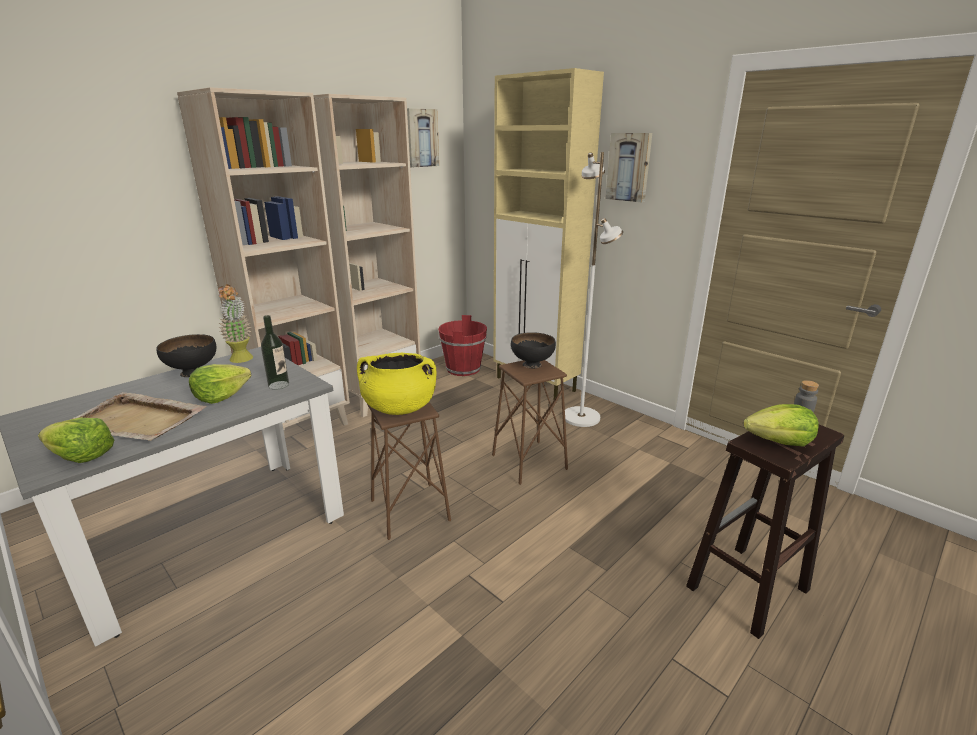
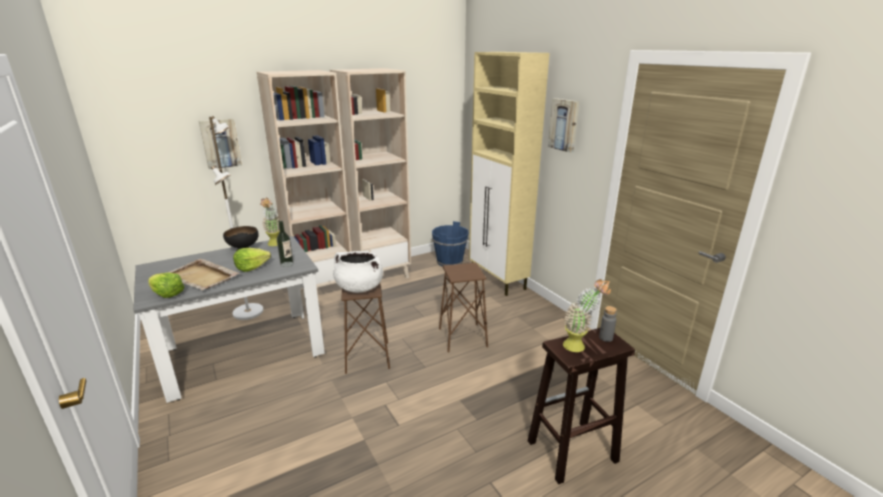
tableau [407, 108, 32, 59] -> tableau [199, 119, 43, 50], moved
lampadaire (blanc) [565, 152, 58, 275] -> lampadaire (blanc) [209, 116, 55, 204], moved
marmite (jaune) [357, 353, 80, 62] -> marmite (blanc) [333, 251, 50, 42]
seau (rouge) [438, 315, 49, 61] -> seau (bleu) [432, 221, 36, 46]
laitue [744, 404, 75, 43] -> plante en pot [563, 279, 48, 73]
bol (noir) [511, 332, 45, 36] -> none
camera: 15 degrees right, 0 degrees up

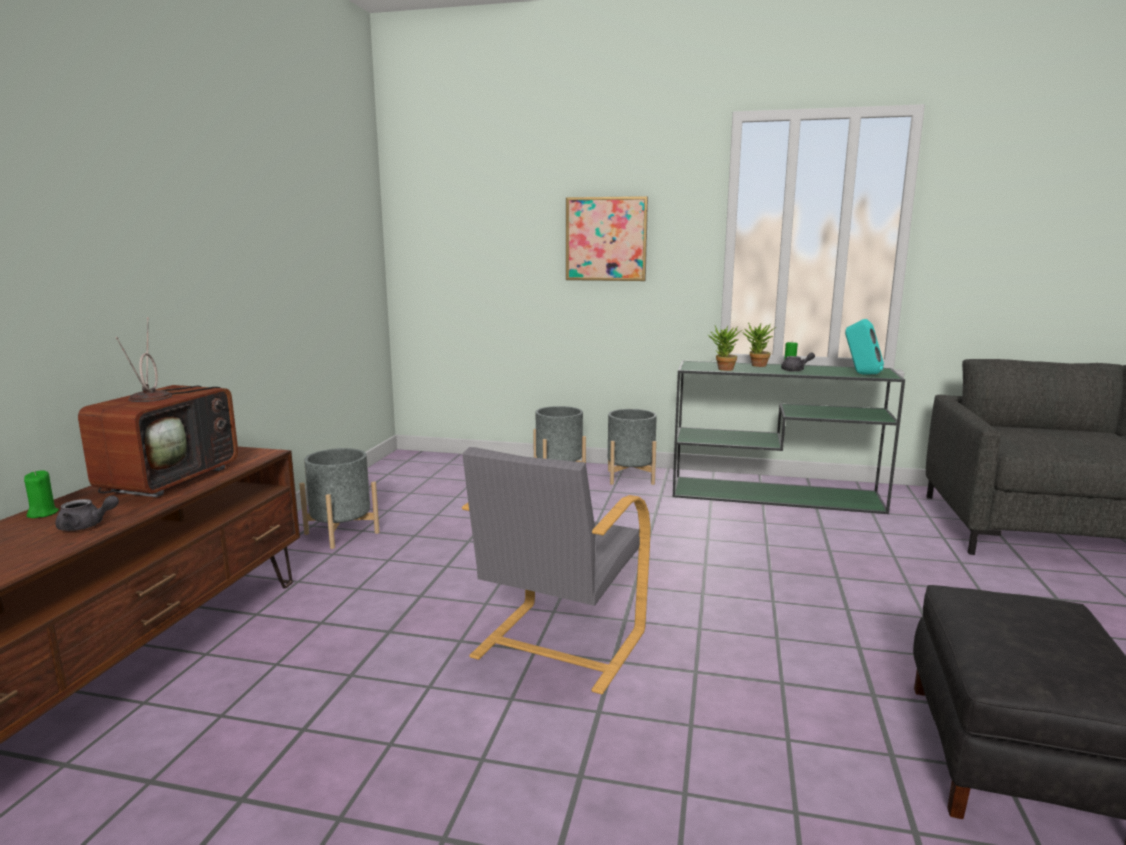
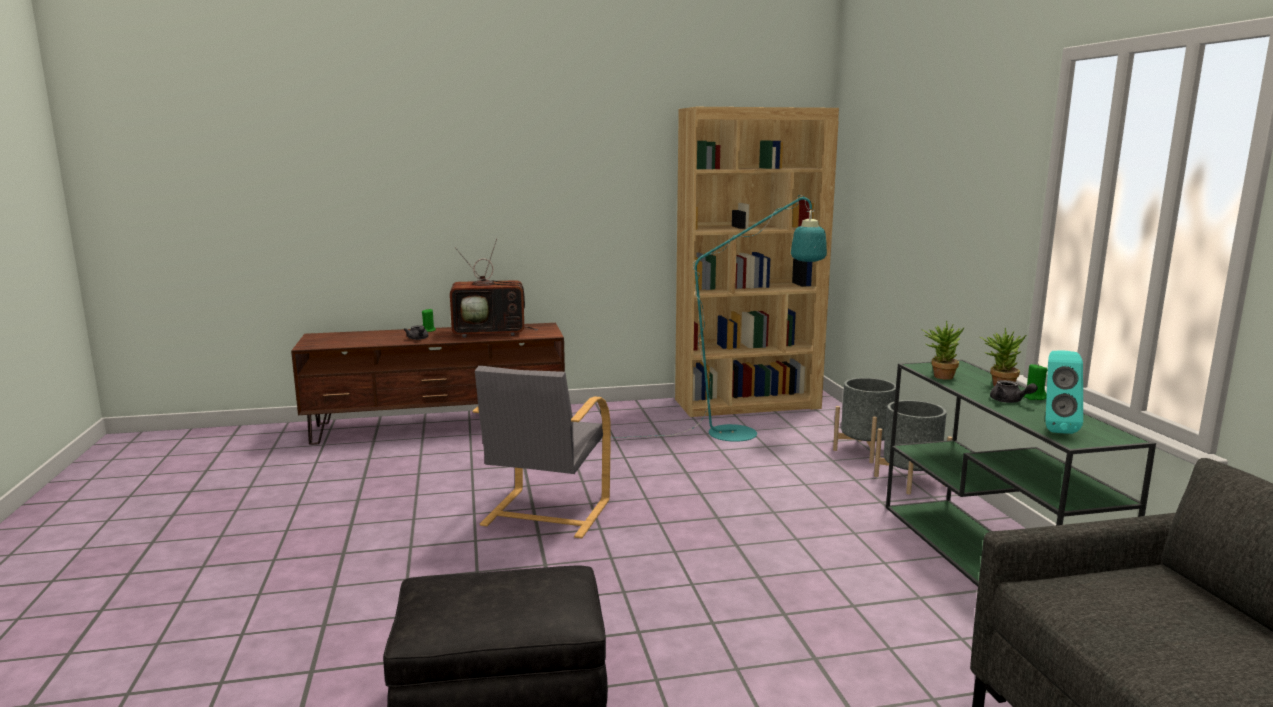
fauteuil (gris) [462, 447, 189, 247] -> fauteuil (gris) [473, 366, 138, 173], 75 degrees counterclockwise
none -> lampadaire (turquoise) [614, 195, 213, 247]
none -> bibliothèque (marron) [675, 107, 164, 310]
cache-pot (gris) [299, 448, 81, 101] -> none
tableau [566, 196, 82, 85] -> none
camera: 65 degrees right, 0 degrees up

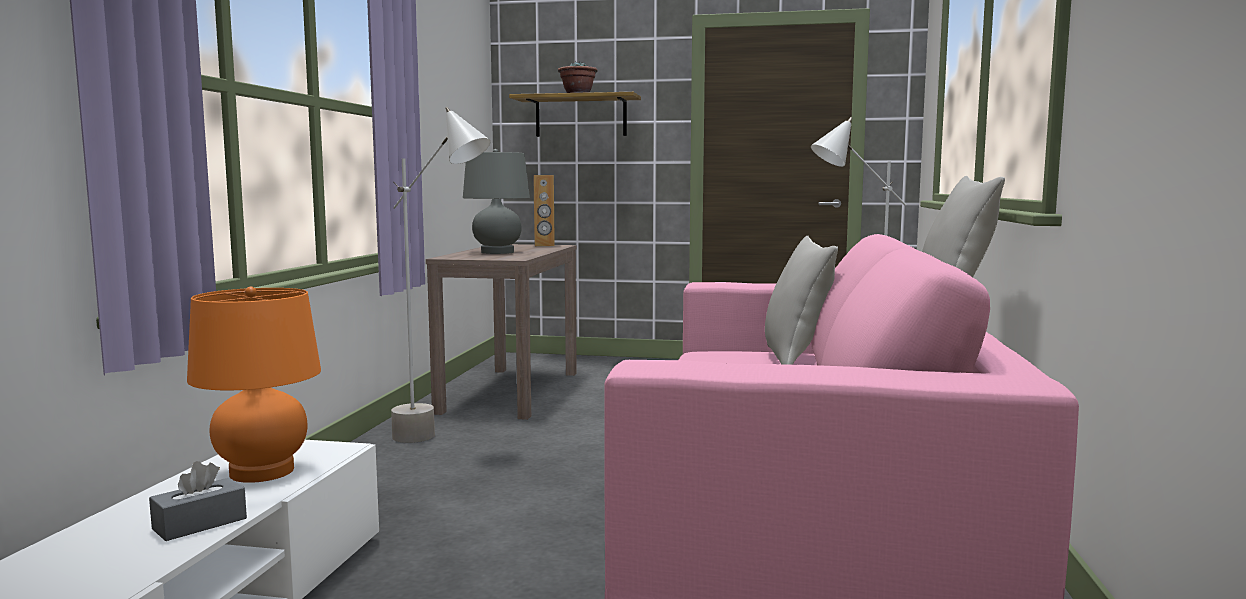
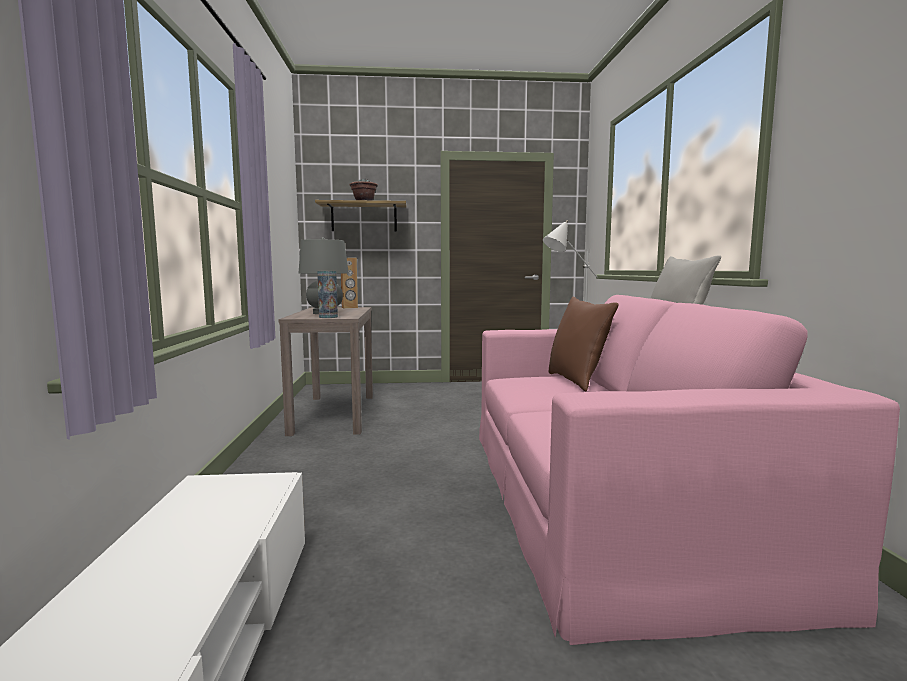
none -> vase [317, 271, 21, 47]
coussin (gris) [765, 236, 73, 129] -> coussin (marron) [548, 297, 71, 94]
boîte à mouchoirs (gris) [149, 461, 98, 80] -> none
lampe de table (orange) [187, 287, 134, 196] -> none
lampadaire (gris) [391, 107, 99, 336] -> none
camera: 15 degrees left, 0 degrees up

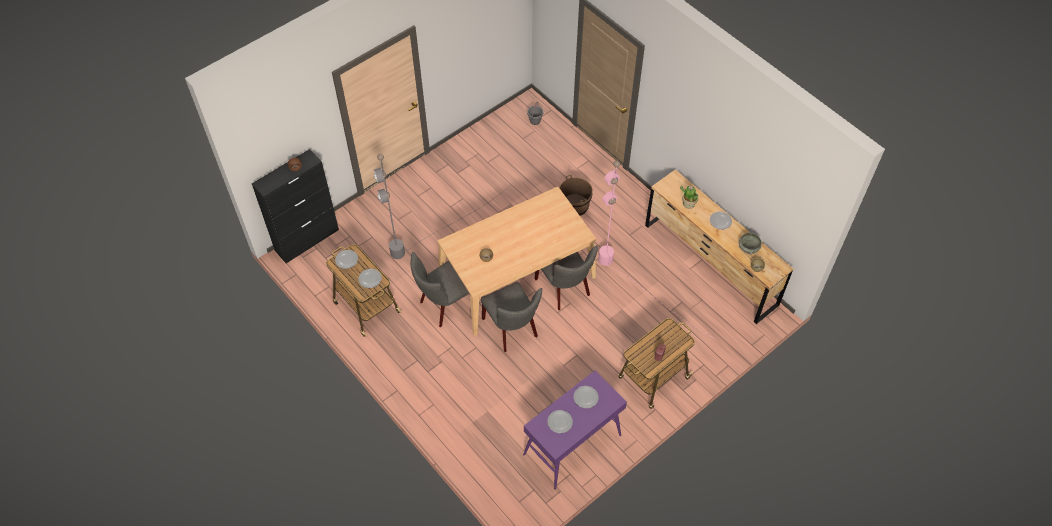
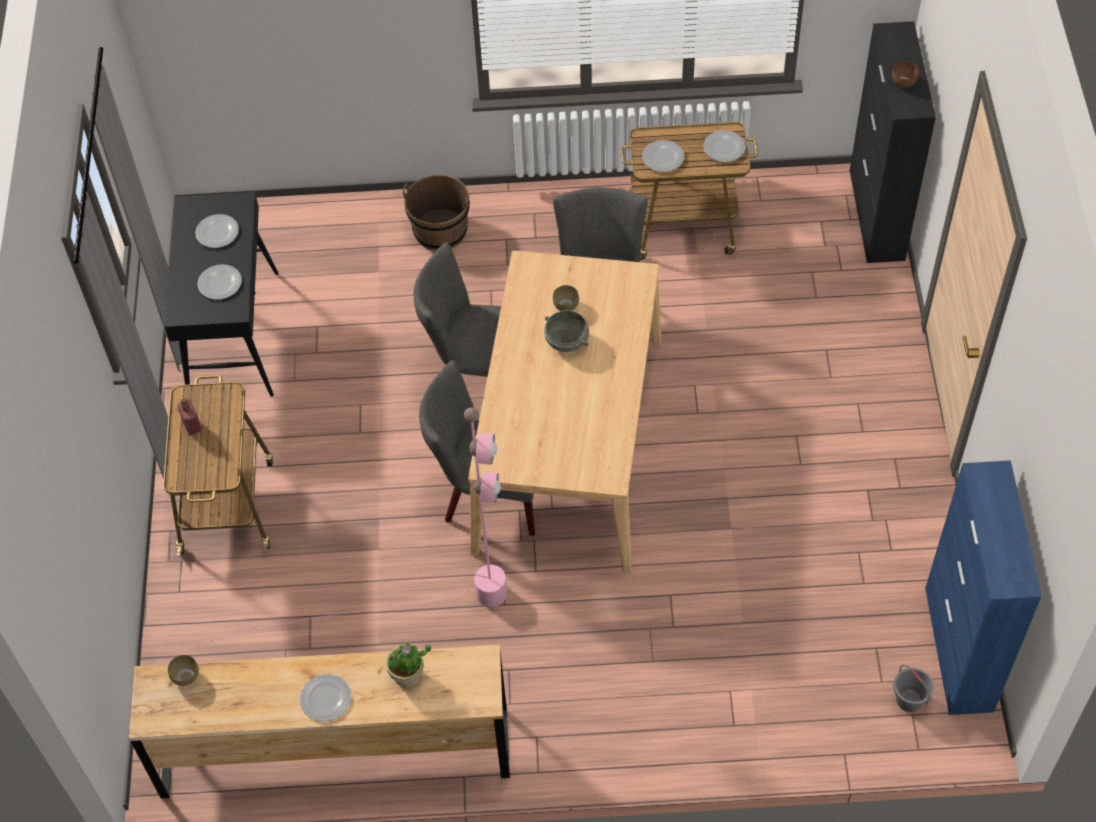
table console (violet) [523, 371, 104, 119] -> table console (noir) [164, 192, 114, 205]
seau (marron) [559, 175, 34, 41] -> seau (marron) [402, 174, 68, 77], moved
bol (gris) [739, 232, 23, 23] -> bol (gris) [544, 310, 45, 42], moved
none -> meuble de rangement (bleu) [925, 460, 117, 255]
lampadaire (gris) [374, 154, 136, 105] -> none
camera: 130 degrees right, 0 degrees up

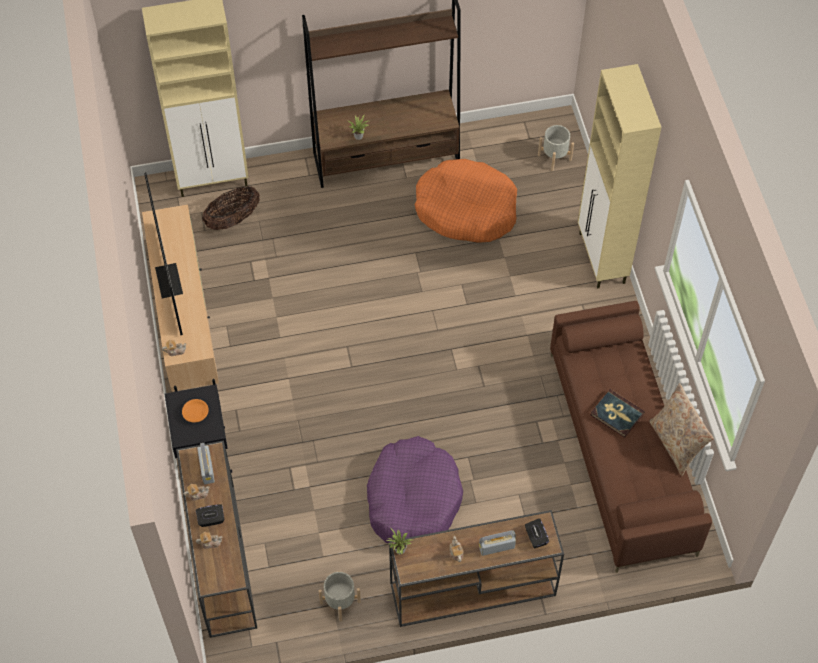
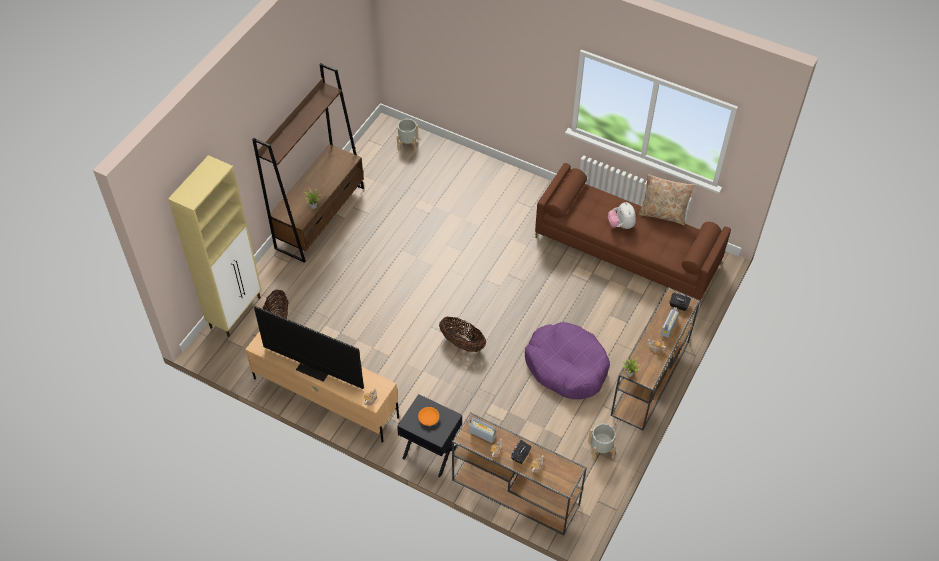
none -> panier [439, 317, 47, 35]
livre [591, 389, 54, 49] -> peluche [608, 202, 28, 27]
panier pour chien (orange) [415, 159, 102, 84] -> none
meuble de rangement (beige) [578, 64, 83, 225] -> none
camera: 50 degrees left, 5 degrees down

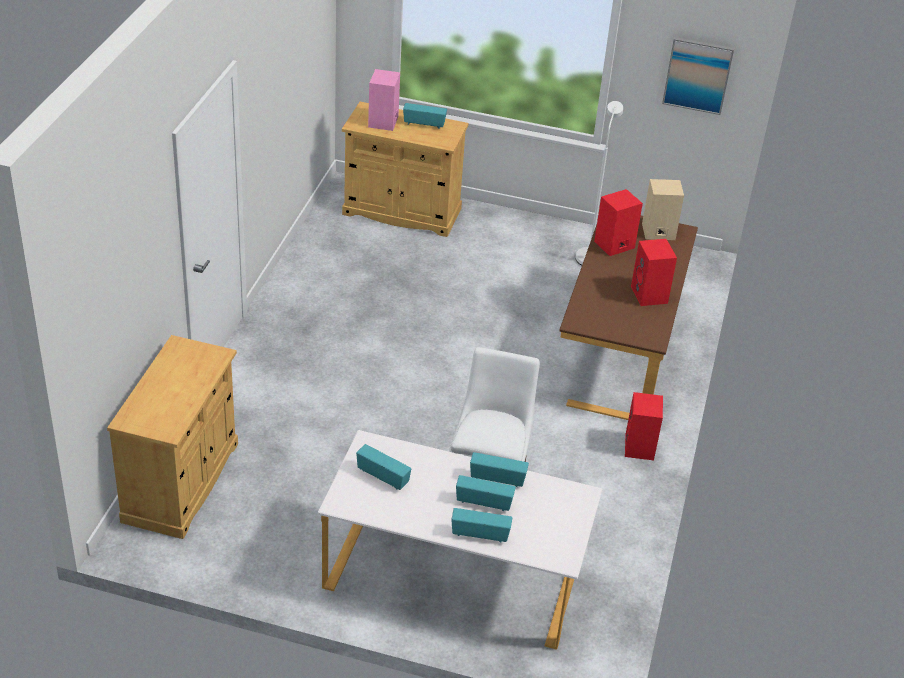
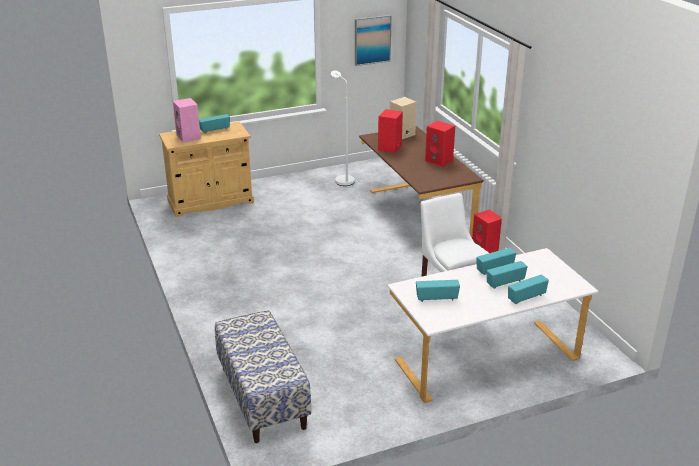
meuble de rangement (beige) [107, 335, 131, 204] -> banc [215, 310, 96, 133]
camera: 35 degrees left, 10 degrees down

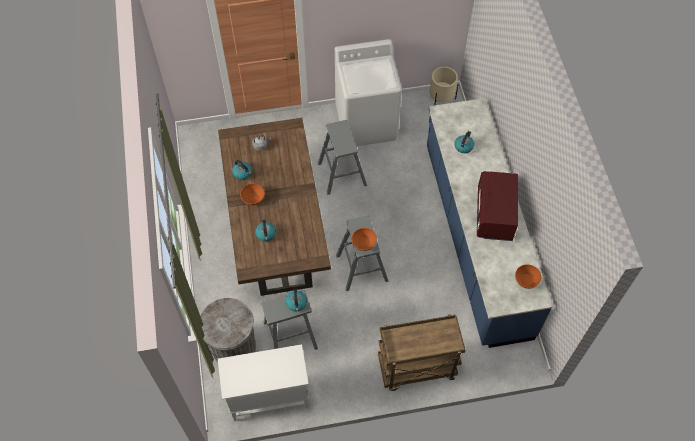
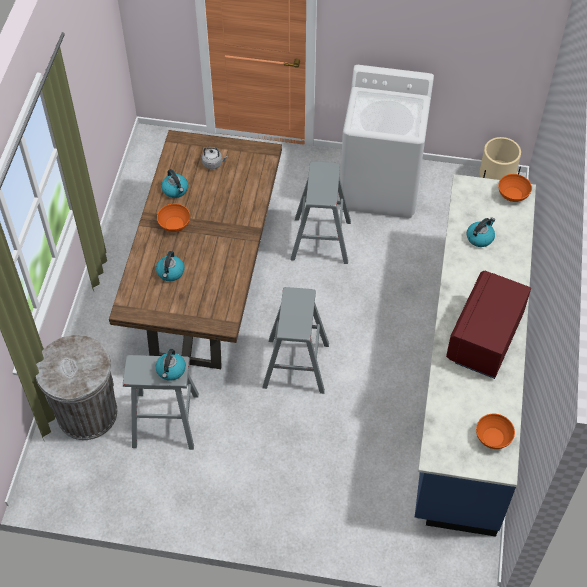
bol (orange) [352, 228, 25, 23] -> bol (orange) [498, 174, 34, 28], moved
meuble de rangement (blanc) [218, 344, 91, 77] -> none
chariot (marron) [378, 314, 88, 77] -> none
camera: 20 degrees right, 5 degrees down

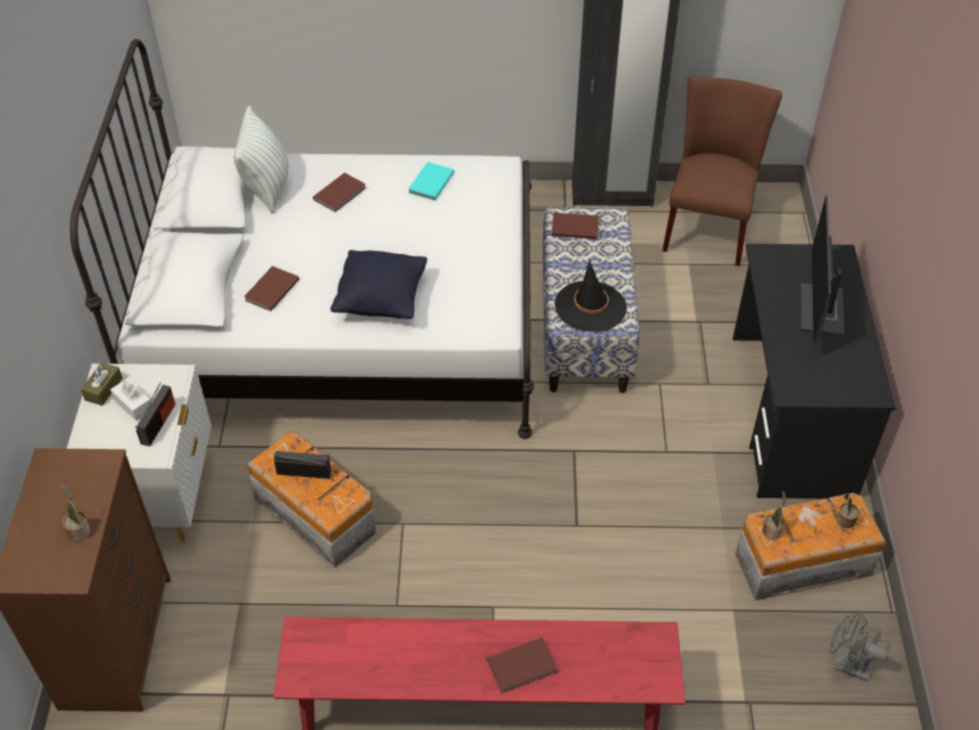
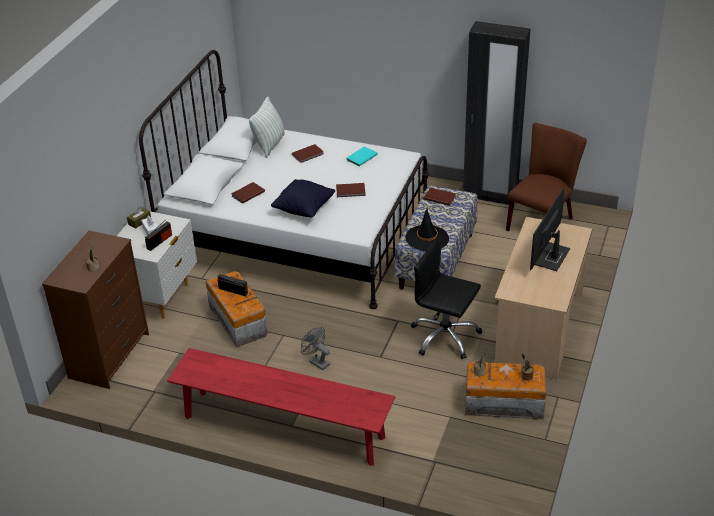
ventilateur (gris) [830, 611, 58, 70] -> ventilateur (gris) [301, 327, 29, 43], moved
livre (marron) [487, 637, 70, 56] -> livre (marron) [336, 183, 30, 14], moved
none -> chaise de bureau (noir) [411, 238, 71, 121]
bureau (noir) [733, 244, 163, 255] -> bureau (beige) [494, 217, 98, 163]
camera: 20 degrees right, 10 degrees down

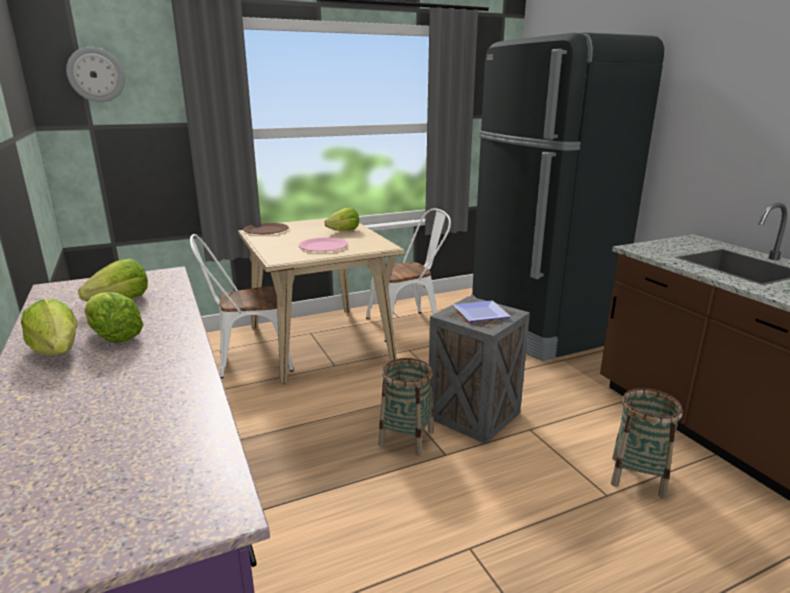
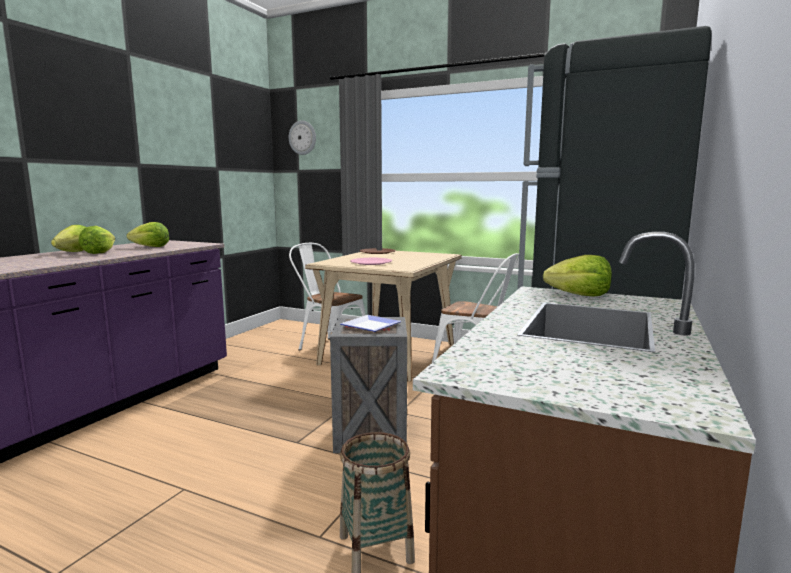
laitue [324, 207, 35, 24] -> laitue [543, 255, 69, 41], moved
panier [379, 358, 55, 97] -> none
camera: 50 degrees right, 10 degrees down

